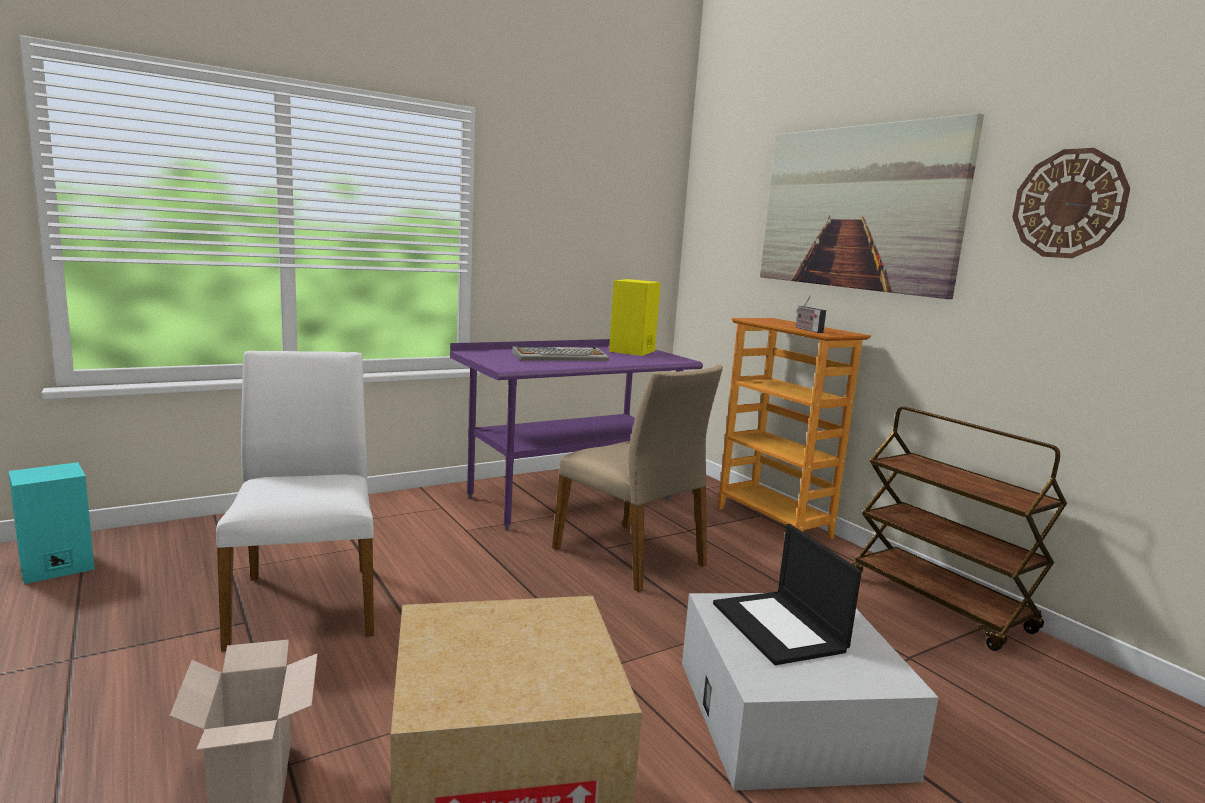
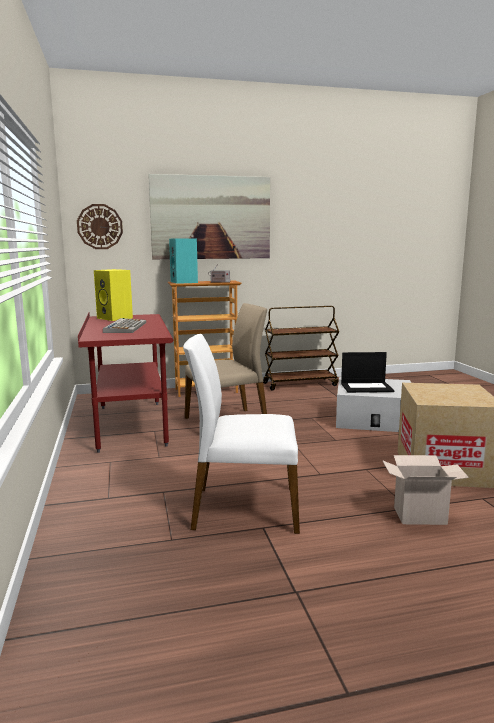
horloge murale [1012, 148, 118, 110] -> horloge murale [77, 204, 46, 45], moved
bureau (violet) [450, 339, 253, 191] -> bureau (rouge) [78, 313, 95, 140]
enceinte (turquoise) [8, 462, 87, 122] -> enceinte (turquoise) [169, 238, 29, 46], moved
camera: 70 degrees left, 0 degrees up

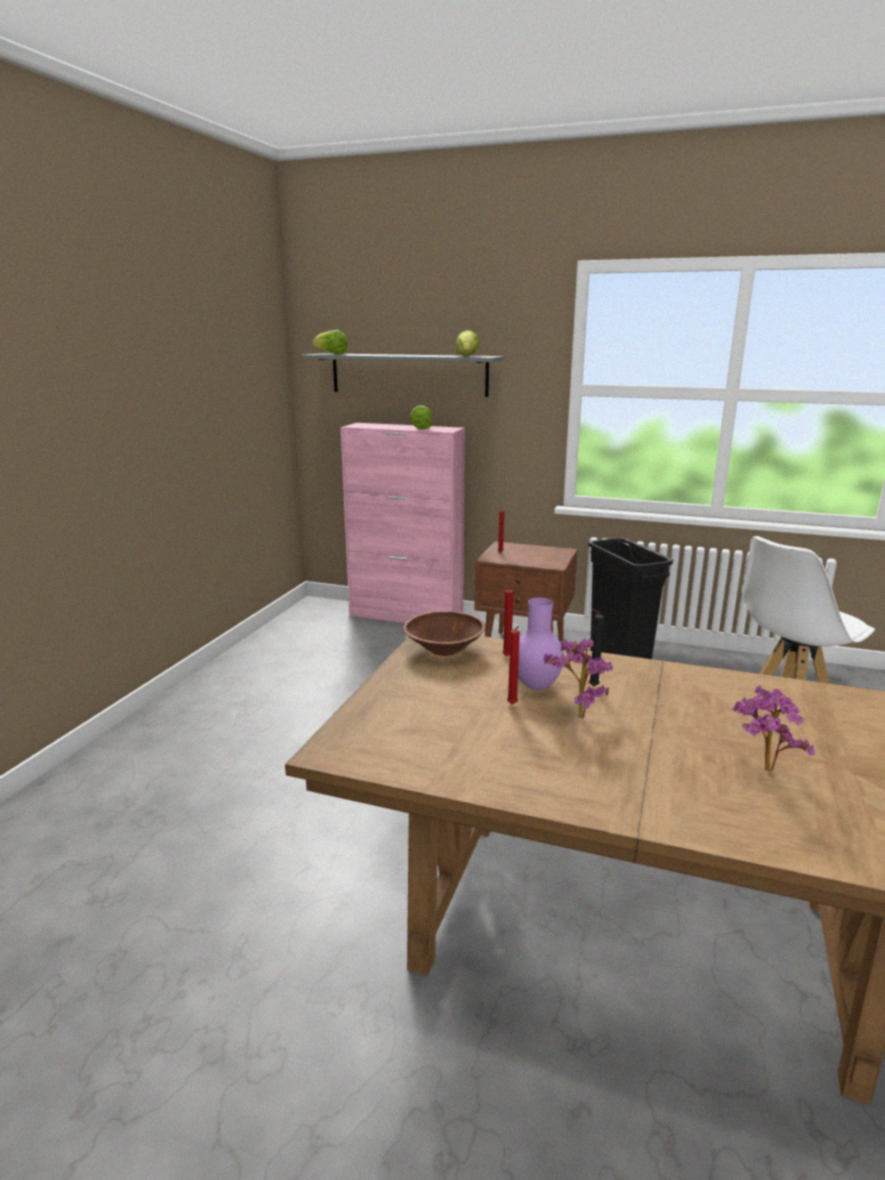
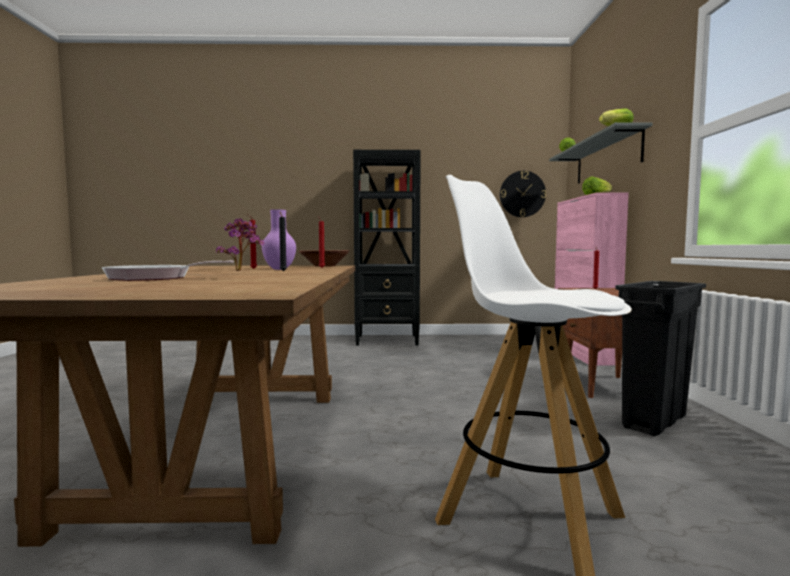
plante en pot [732, 685, 83, 86] -> poêle [102, 260, 132, 21]
none -> bibliothèque (noir) [353, 149, 68, 197]
none -> horloge murale [500, 171, 46, 46]
camera: 70 degrees right, 15 degrees down

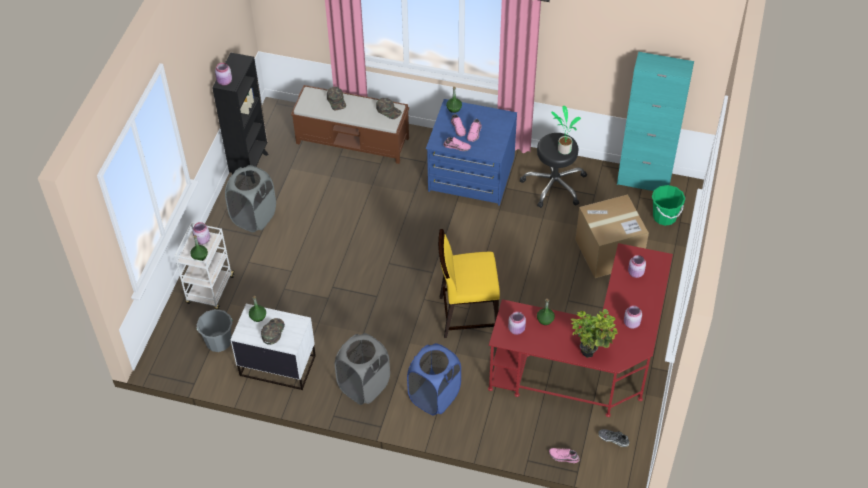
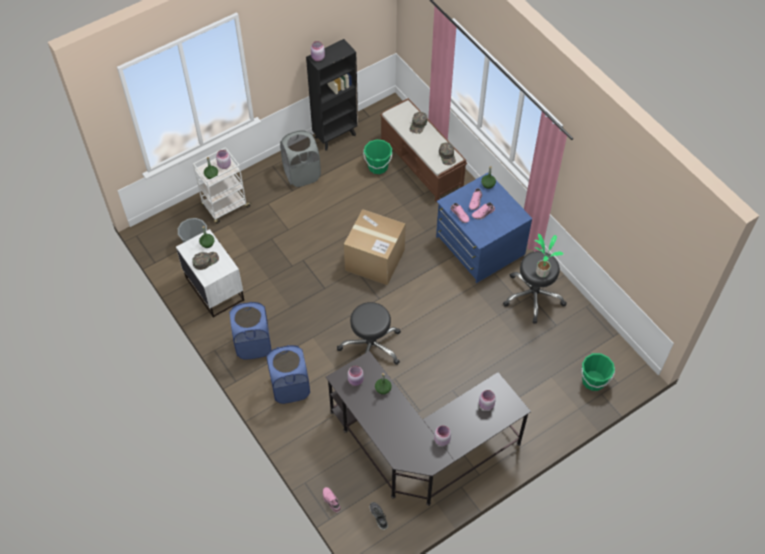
panier à linge (gris) [335, 333, 55, 72] -> panier à linge (bleu) [229, 302, 43, 58]
bureau (rouge) [488, 243, 185, 174] -> bureau (noir) [326, 351, 205, 155]
chaise (jaune) [438, 229, 62, 109] -> tabouret (noir) [337, 302, 64, 63]
carton [575, 194, 74, 84] -> carton [344, 209, 62, 76], moved
none -> seau (vert) [363, 139, 29, 35]
plante en pot [571, 309, 46, 49] -> none
meuble de rangement (turquoise) [617, 52, 77, 139] -> none
camera: 40 degrees right, 5 degrees up

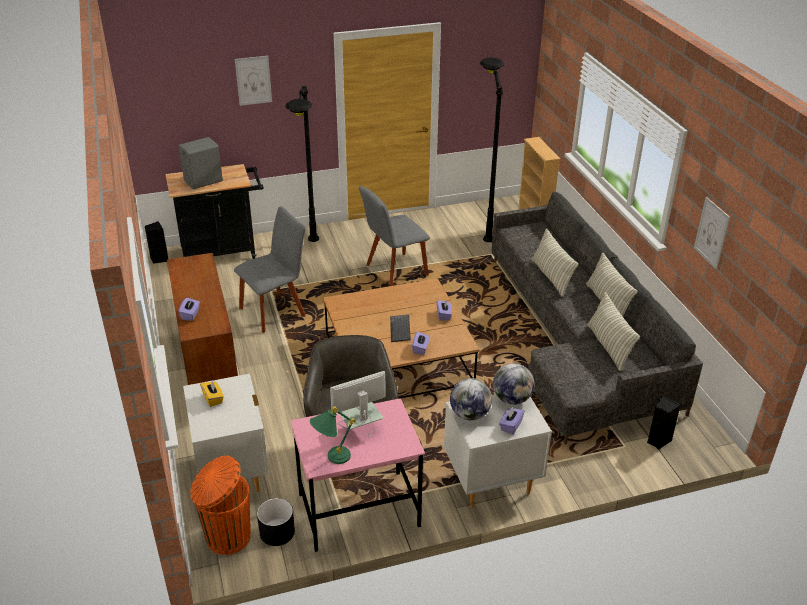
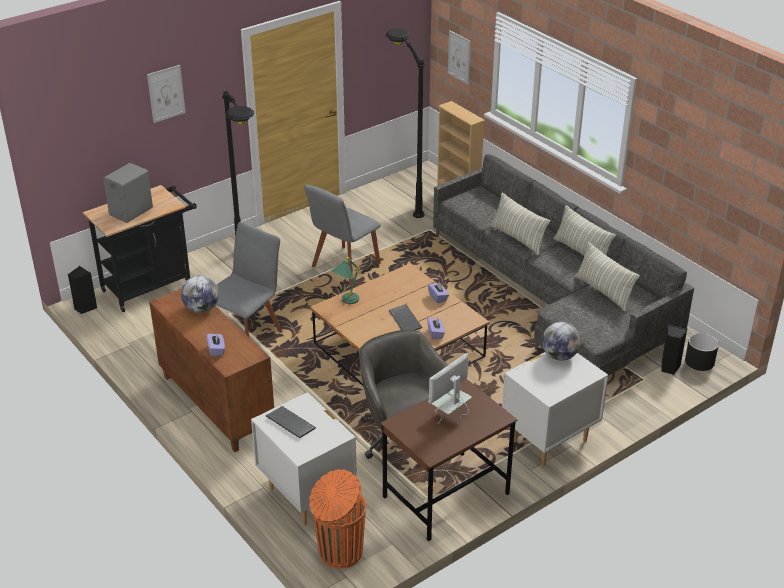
globe [450, 378, 42, 43] -> globe [181, 275, 38, 38], moved
boîte à mouchoirs (jaune) [200, 381, 24, 26] -> clavier [266, 406, 50, 32]
lampe de table (vert) [310, 406, 45, 58] -> lampe de table (vert) [331, 257, 29, 47], moved
bureau (rose) [291, 398, 134, 154] -> bureau (marron) [380, 379, 138, 162]
tableau [694, 197, 36, 72] -> tableau [448, 30, 23, 55], moved
cache-pot (noir) [257, 498, 38, 48] -> cache-pot (noir) [685, 333, 34, 38], moved
boîte à mouchoirs (violet) [499, 407, 26, 27] -> none
camera: 20 degrees left, 0 degrees up

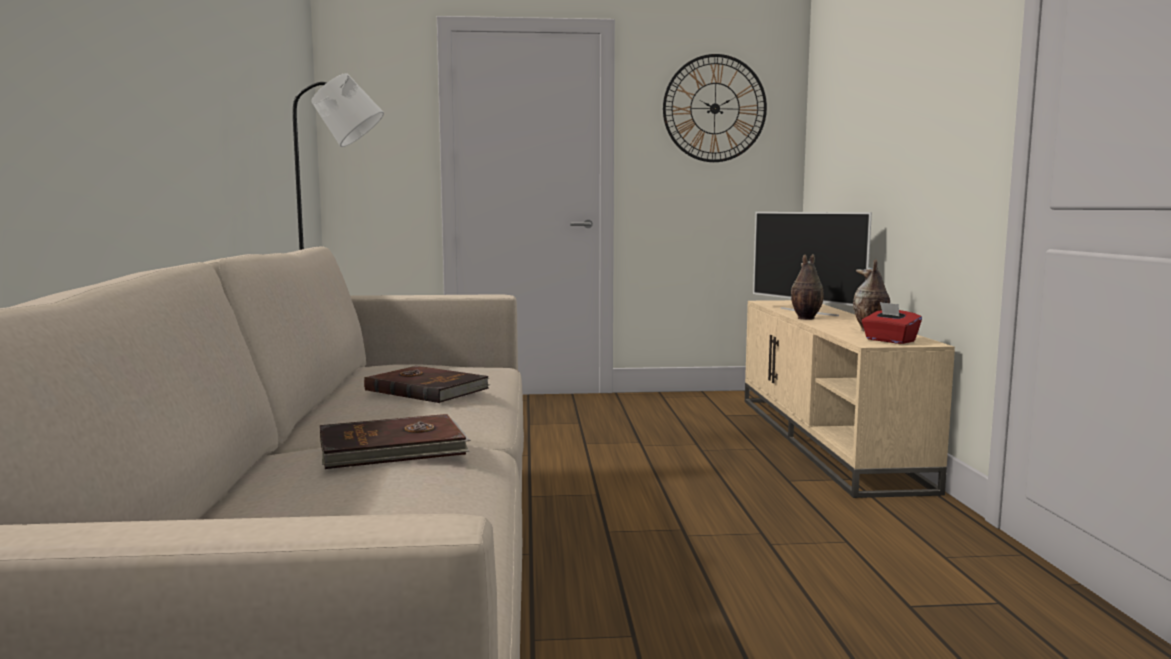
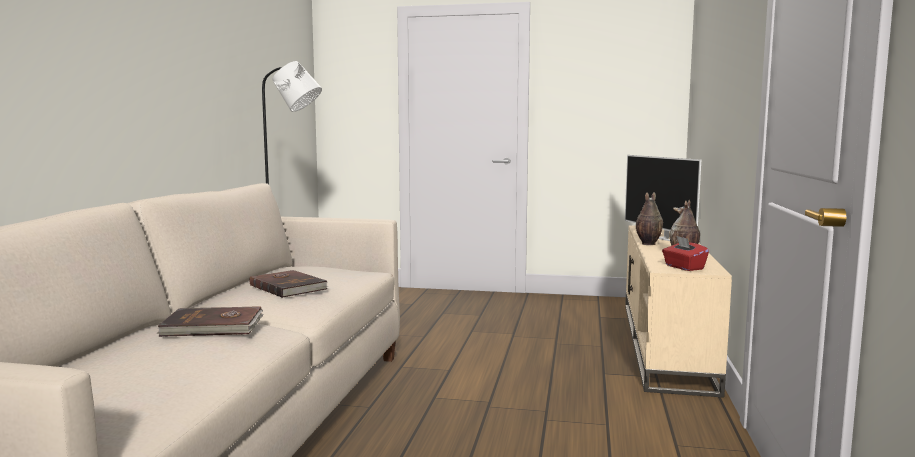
horloge murale [663, 54, 104, 108] -> none
camera: 15 degrees right, 0 degrees up

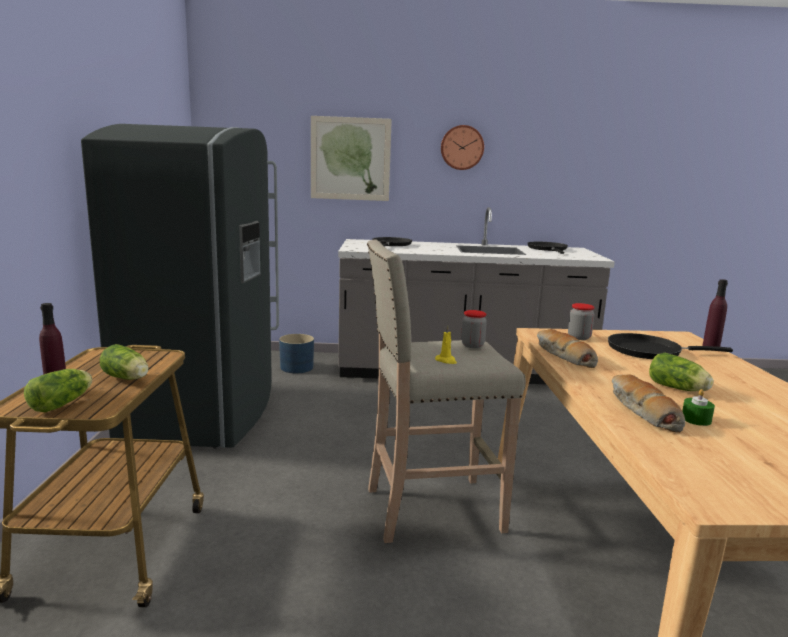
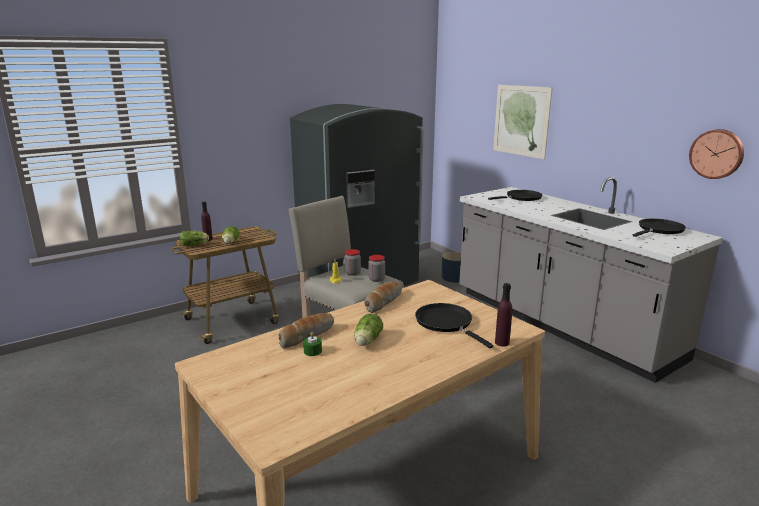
bocal [568, 303, 27, 37] -> bocal [344, 249, 17, 27], moved
horloge murale [441, 125, 43, 45] -> horloge murale [689, 129, 55, 50], moved
camera: 55 degrees right, 5 degrees up

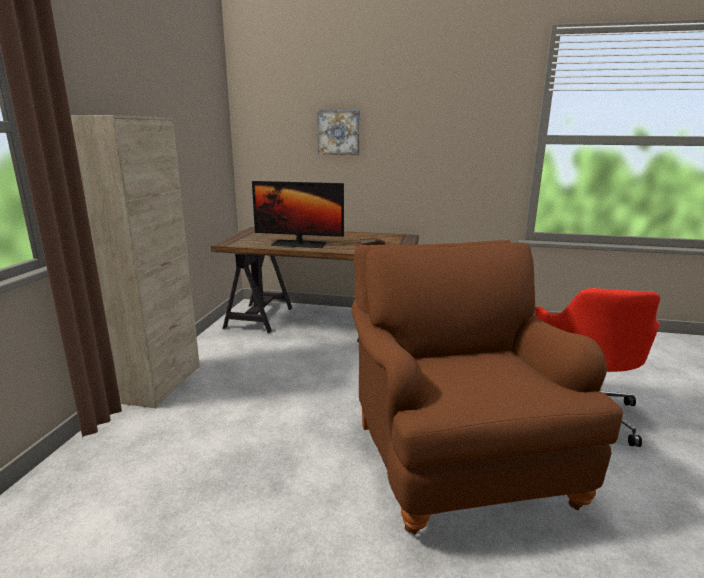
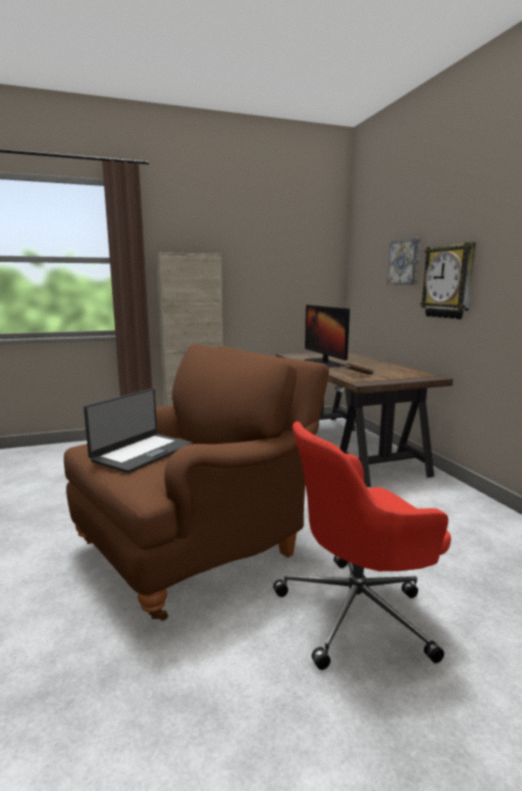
none -> ordinateur portable [84, 388, 108, 85]
none -> horloge murale [420, 242, 56, 77]
camera: 60 degrees right, 5 degrees down

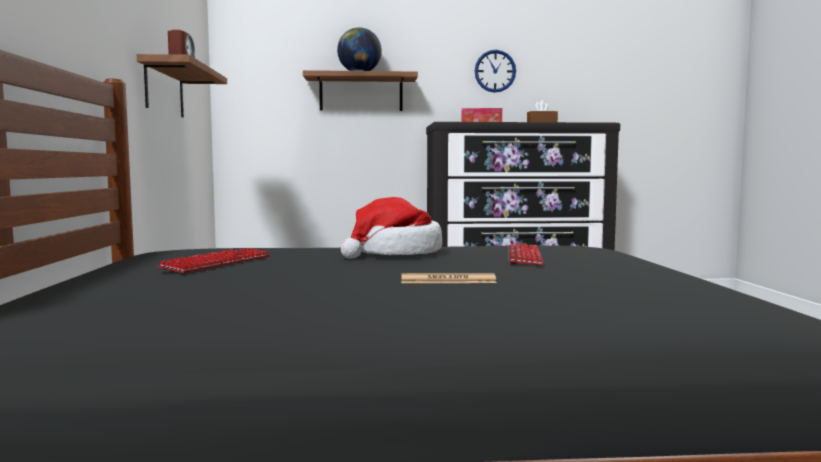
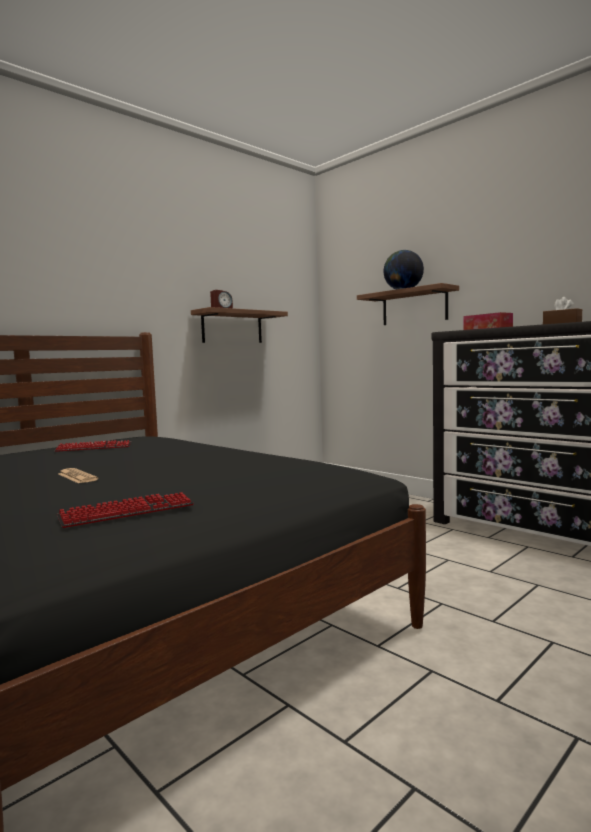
clavier [509, 243, 35, 23] -> clavier [57, 492, 137, 36], moved
chapeau [340, 197, 102, 62] -> none
horloge murale [475, 50, 41, 43] -> none
camera: 50 degrees right, 0 degrees up

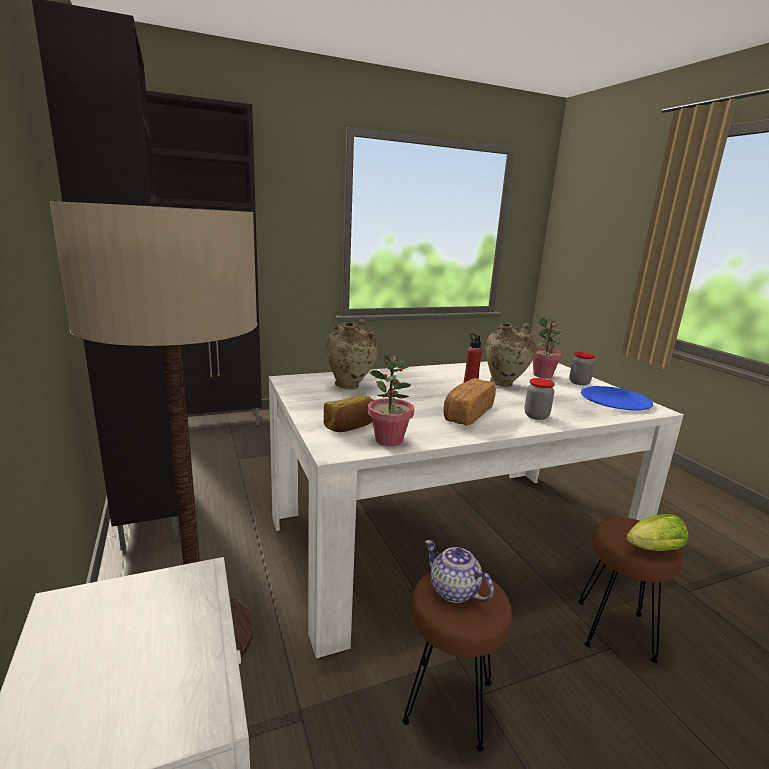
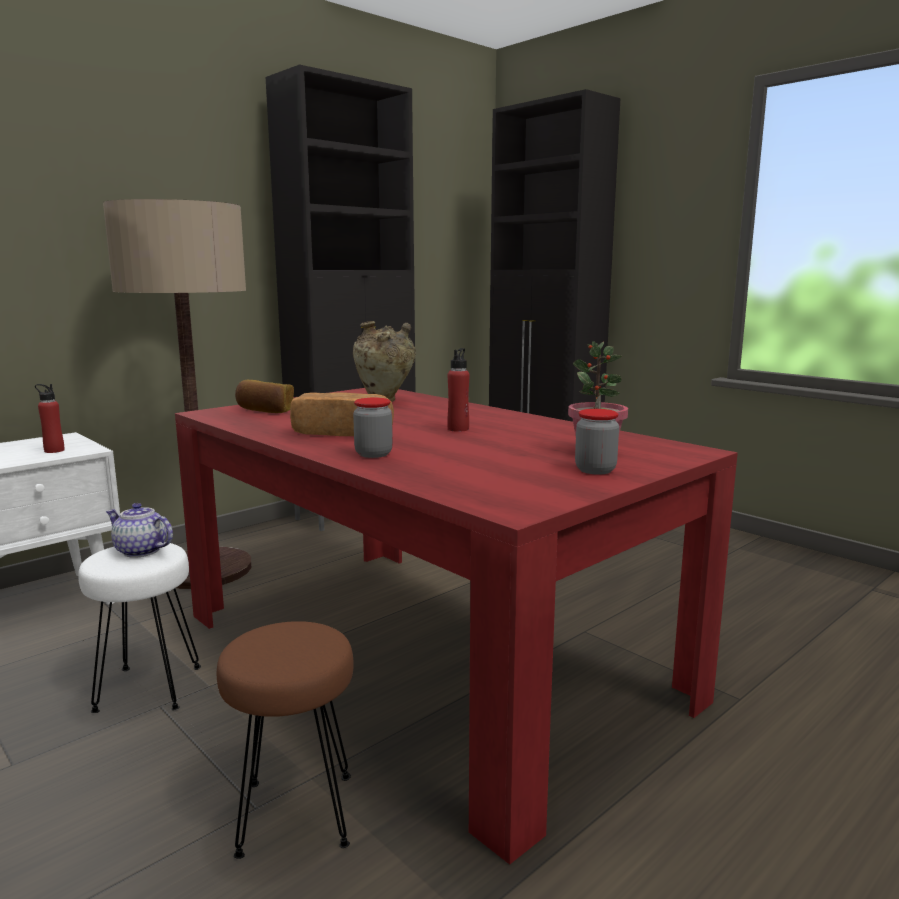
none -> bouteille (rouge) [35, 384, 30, 69]
tabouret (marron) [402, 572, 110, 180] -> tabouret (blanc) [78, 542, 123, 171]
théière [425, 540, 69, 63] -> théière [106, 503, 67, 55], 90 degrees counterclockwise
table à manger (blanc) [269, 361, 415, 297] -> table à manger (rouge) [175, 388, 563, 477]
plante en pot [368, 354, 46, 92] -> none
vase (beige) [486, 323, 51, 64] -> none
assiette (bleu) [581, 386, 72, 24] -> none
laitue [627, 514, 61, 37] -> none
camera: 70 degrees right, 5 degrees down

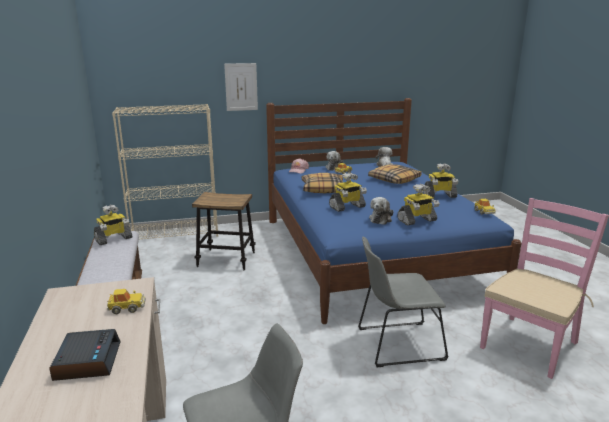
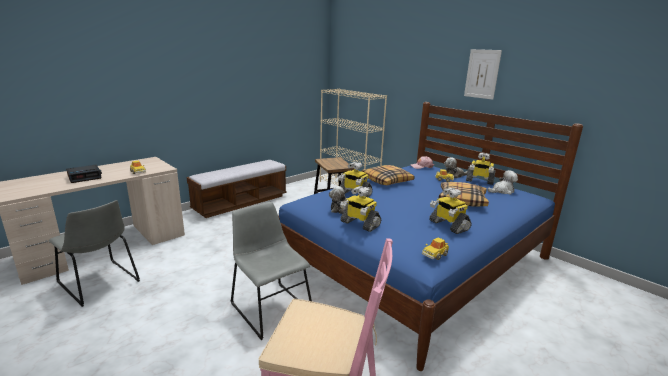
tableau [224, 63, 34, 48] -> tableau [464, 49, 38, 51], moved
robot jouet [94, 205, 38, 40] -> robot jouet [466, 153, 30, 32], moved
camera: 60 degrees right, 0 degrees up

